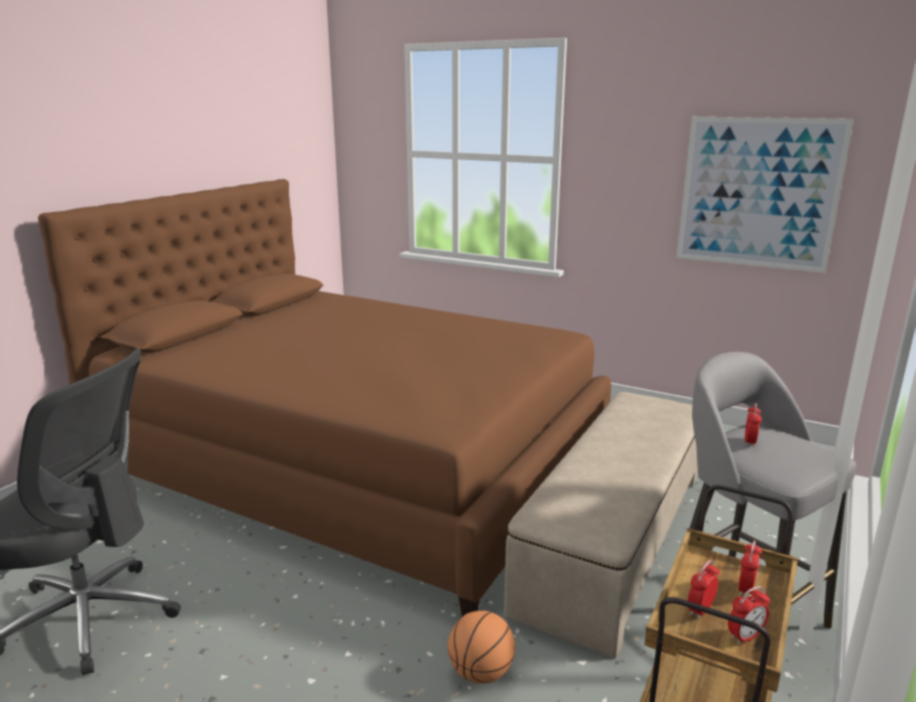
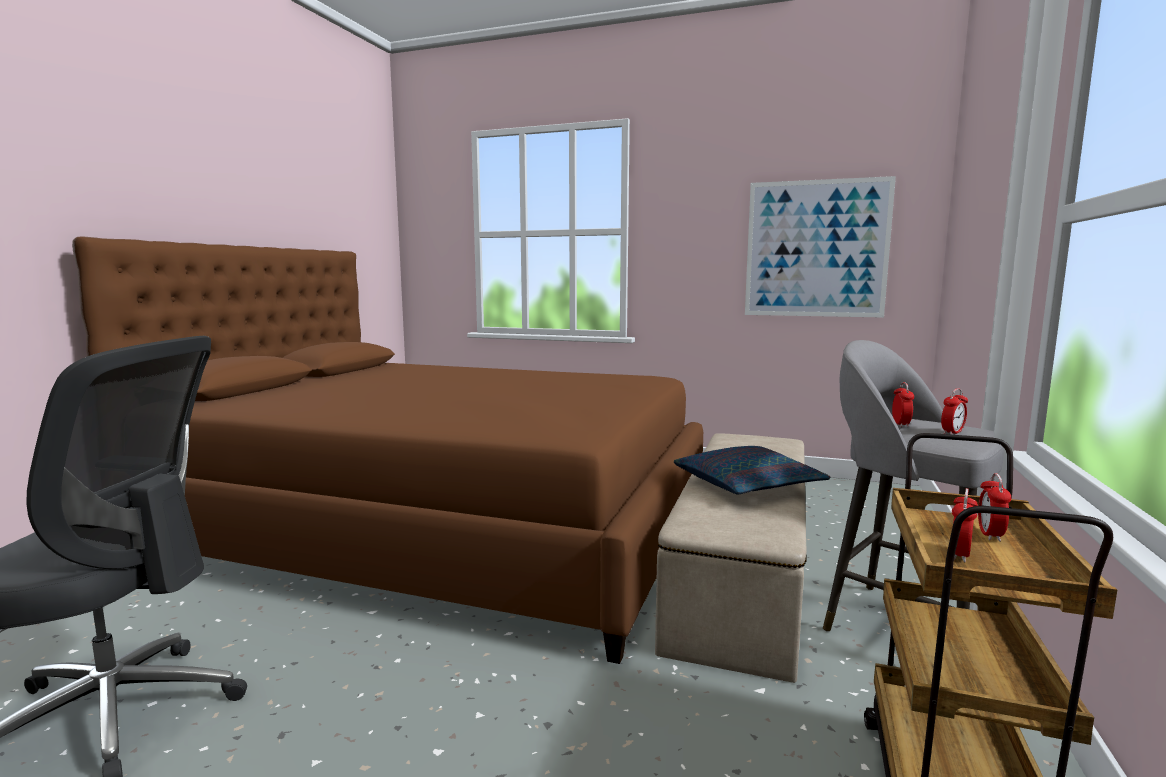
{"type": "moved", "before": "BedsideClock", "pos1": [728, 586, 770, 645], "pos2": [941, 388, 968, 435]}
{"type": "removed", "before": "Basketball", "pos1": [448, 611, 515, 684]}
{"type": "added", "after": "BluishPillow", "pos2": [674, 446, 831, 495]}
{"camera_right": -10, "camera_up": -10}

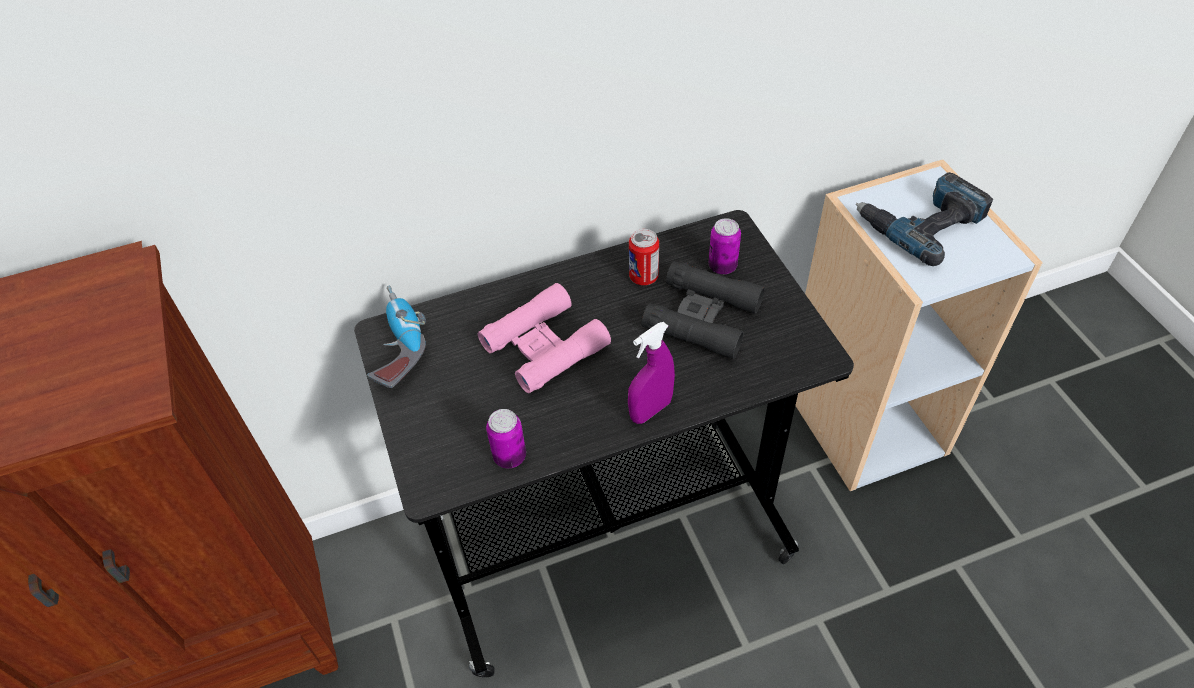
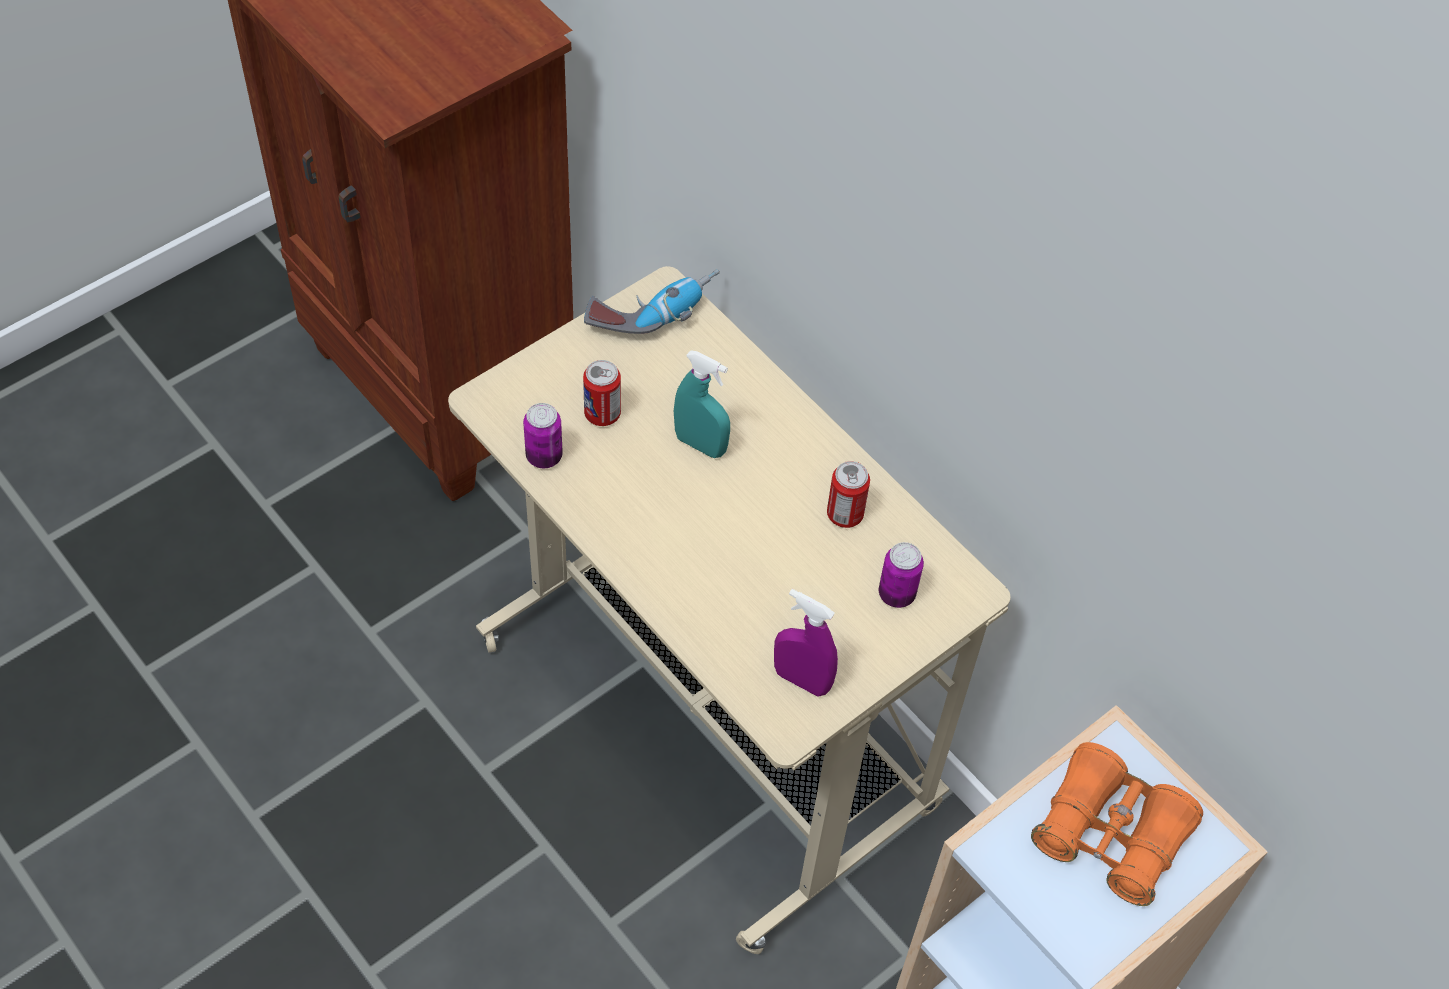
{"type": "replaced", "before": "ElectricDrill", "after": "OrangeFieldGlasses", "pos1": [856, 172, 993, 266], "pos2": [1031, 742, 1203, 906]}
{"type": "recoloured", "before": "BlackColouredDeskUnit", "after": "BeigeColouredDeskUnit", "pos1": [354, 210, 854, 677], "pos2": [448, 266, 1010, 954]}
{"type": "removed", "before": "BlackColouredFieldGlasses", "pos1": [642, 261, 765, 359]}
{"type": "replaced", "before": "PinkColouredFieldGlasses", "after": "TurquoiseColouredHandSprayer", "pos1": [478, 283, 611, 393], "pos2": [674, 350, 730, 458]}
{"type": "moved", "before": "PurpleHandSprayer", "pos1": [628, 322, 675, 424], "pos2": [774, 589, 838, 696]}
{"type": "added", "after": "SealedCan", "pos2": [583, 360, 621, 426]}
{"camera_right": 65, "camera_up": 5}

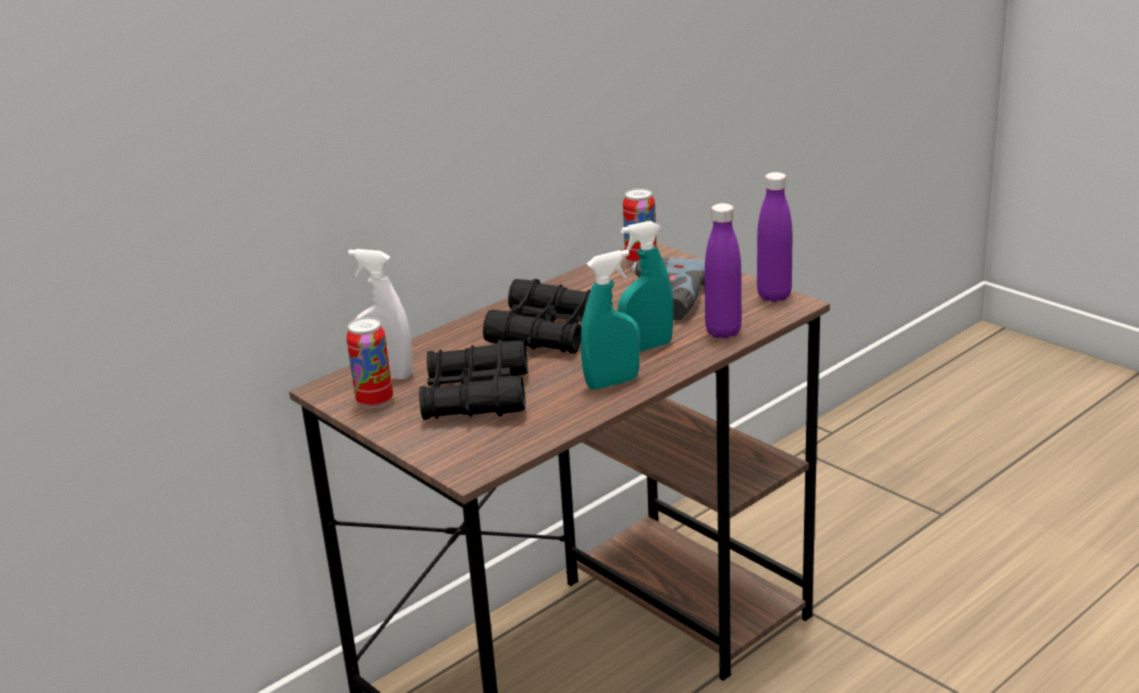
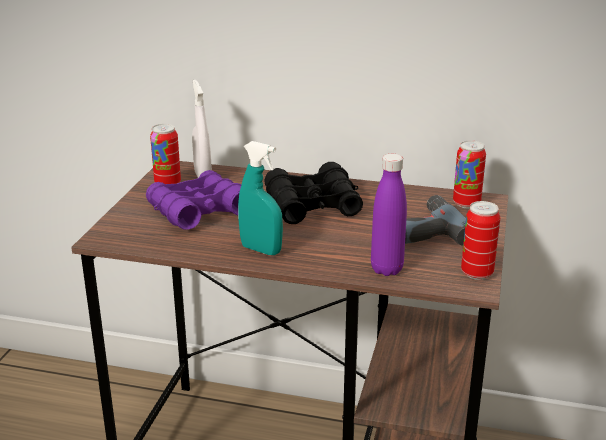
{"type": "replaced", "before": "PurpleBeverageBottle", "after": "SealedCan", "pos1": [757, 172, 793, 302], "pos2": [461, 201, 500, 280]}
{"type": "removed", "before": "TurquoiseColouredHandSprayer", "pos1": [618, 221, 673, 351]}
{"type": "recoloured", "before": "BlackColouredFieldGlasses", "after": "PurpleFieldGlasses", "pos1": [419, 340, 528, 420], "pos2": [146, 170, 241, 230]}
{"camera_right": 55, "camera_up": 0}

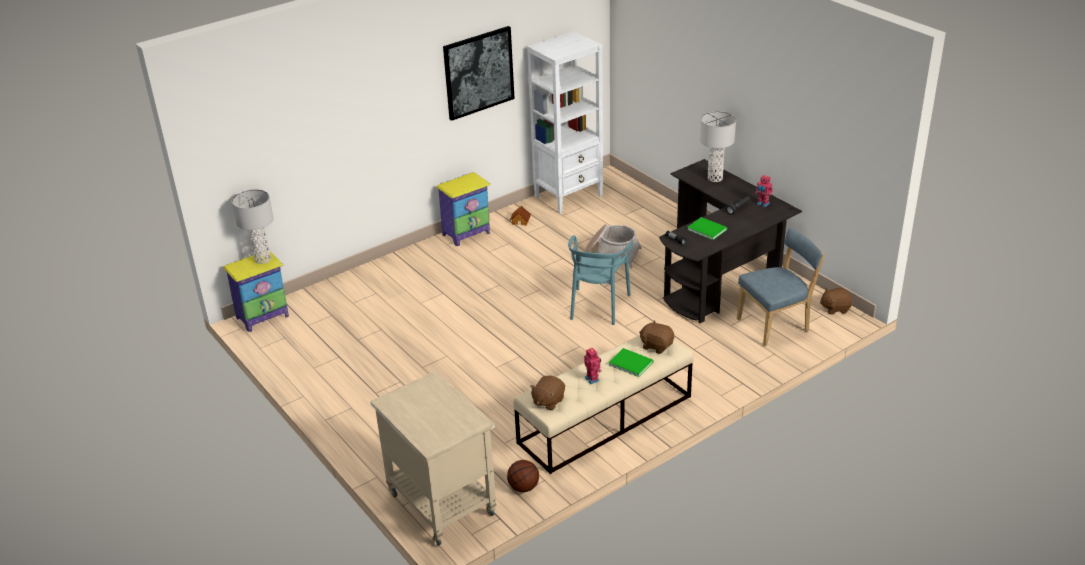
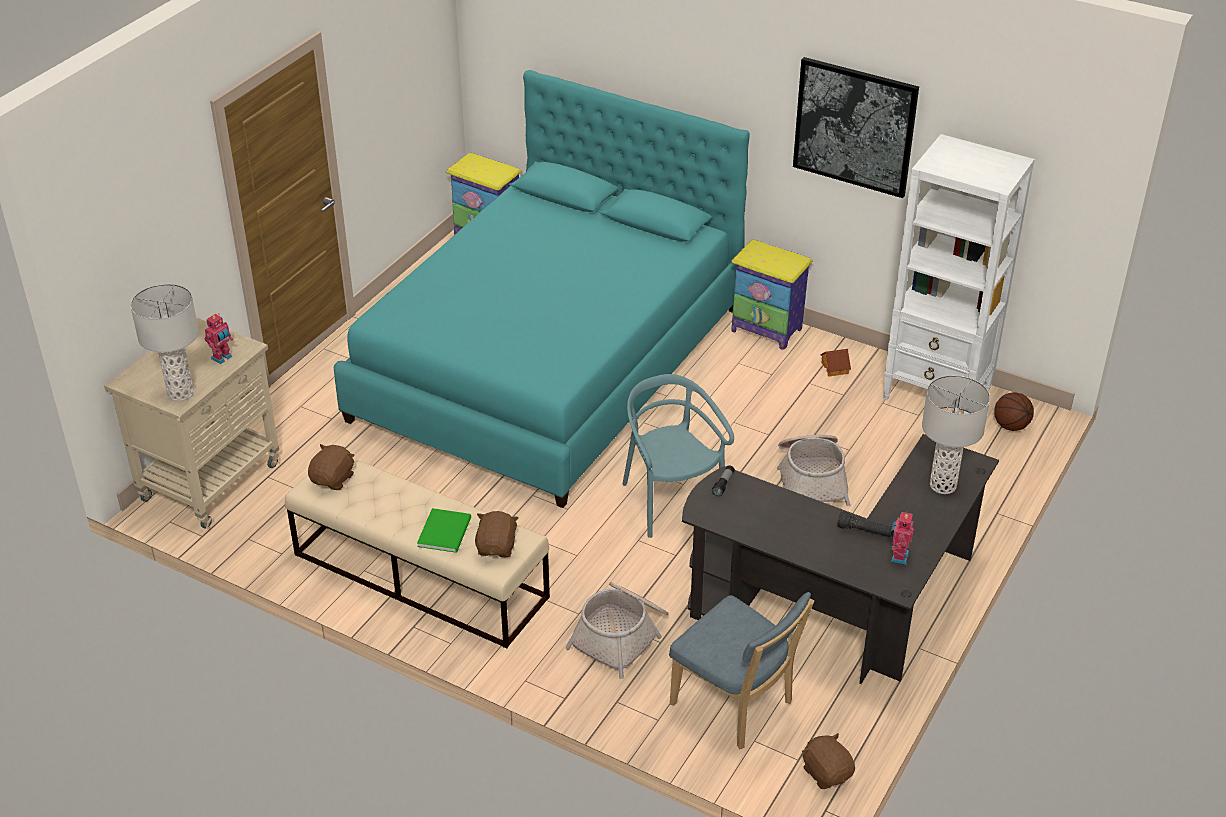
{"type": "moved", "before": "WhiteColouredLampForATable", "pos1": [232, 189, 274, 264], "pos2": [130, 284, 199, 401]}
{"type": "removed", "before": "GreenishVolume", "pos1": [687, 217, 728, 240]}
{"type": "turned", "before": "TurquoiseColouredUprightChair", "pos1": [568, 235, 633, 325], "pos2": [623, 374, 734, 538], "turn": 75}
{"type": "moved", "before": "ModelRobot", "pos1": [584, 347, 602, 384], "pos2": [205, 314, 233, 364]}
{"type": "turned", "before": "BrownishCuddlyToy", "pos1": [530, 376, 565, 410], "pos2": [308, 444, 355, 490], "turn": 105}
{"type": "moved", "before": "Basketball", "pos1": [507, 460, 539, 492], "pos2": [994, 392, 1034, 431]}
{"type": "added", "after": "TurquoiseColouredSleepingBed", "pos2": [334, 70, 750, 508]}
{"type": "added", "after": "StorageBasket", "pos2": [566, 582, 669, 679]}
{"camera_right": 65, "camera_up": 5}

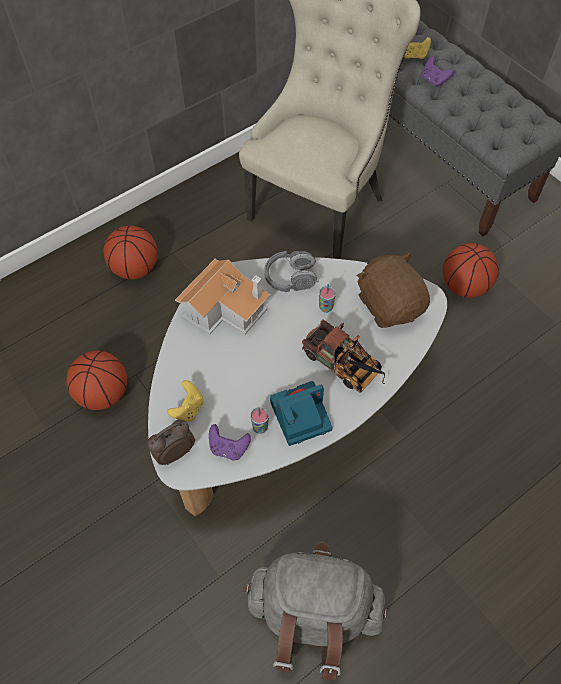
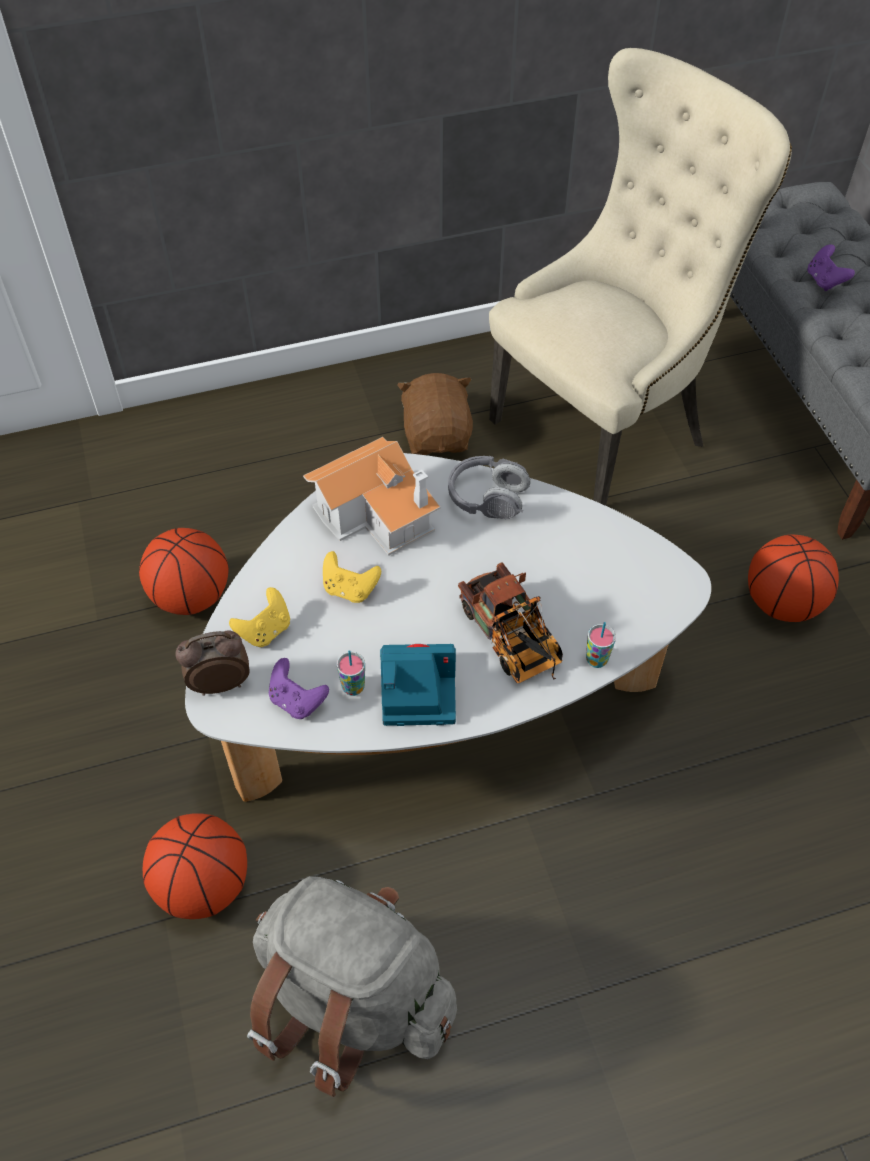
{"type": "moved", "before": "YellowishJoypad", "pos1": [404, 37, 431, 59], "pos2": [323, 551, 381, 603]}
{"type": "moved", "before": "Basketball", "pos1": [103, 226, 158, 280], "pos2": [143, 813, 247, 919]}
{"type": "moved", "before": "BrownishCuddlyToy", "pos1": [357, 252, 430, 328], "pos2": [397, 373, 473, 455]}
{"type": "moved", "before": "DrinkingCup", "pos1": [319, 284, 336, 313], "pos2": [586, 622, 616, 668]}
{"camera_right": 20, "camera_up": -5}

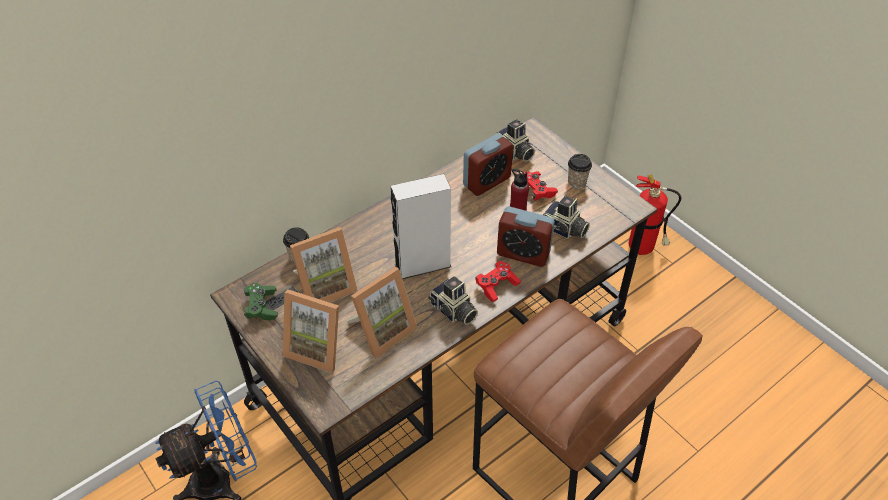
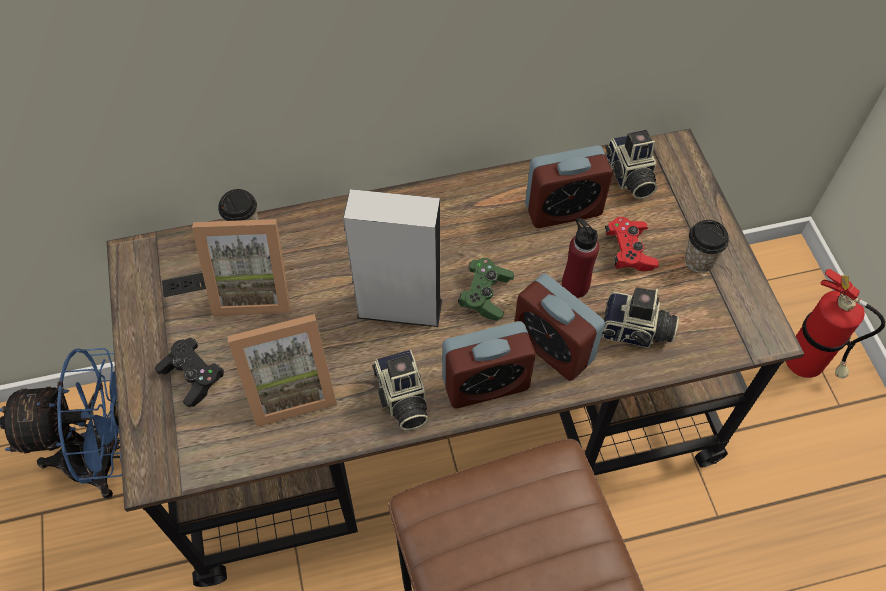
{"type": "turned", "before": "StillCamera", "pos1": [543, 196, 590, 239], "pos2": [602, 288, 679, 348], "turn": -45}
{"type": "replaced", "before": "RedJoypad", "after": "BedsideClock", "pos1": [475, 261, 521, 302], "pos2": [442, 321, 536, 409]}
{"type": "moved", "before": "GreenishJoypad", "pos1": [244, 283, 278, 320], "pos2": [458, 258, 514, 321]}
{"type": "replaced", "before": "StandingFrame", "after": "BlackColouredJoypad", "pos1": [283, 289, 339, 373], "pos2": [154, 338, 224, 407]}
{"camera_right": 25, "camera_up": 10}

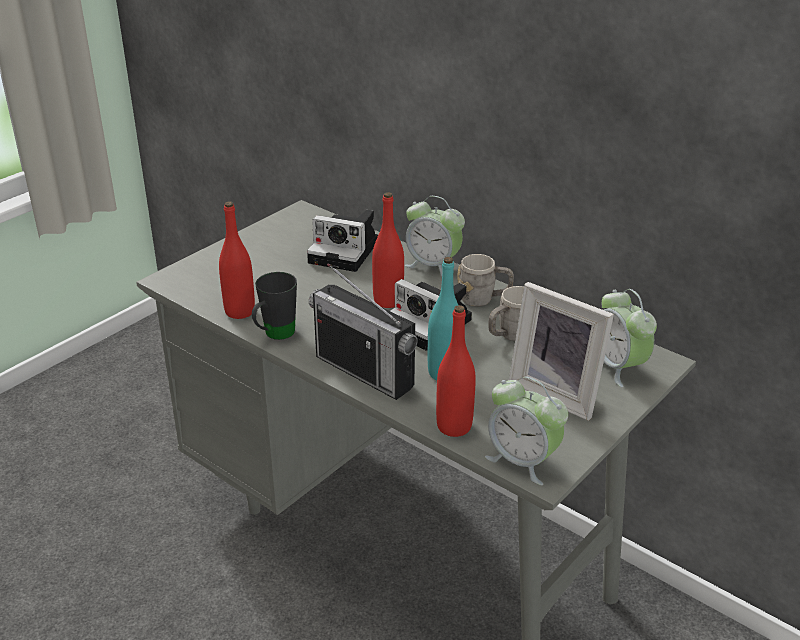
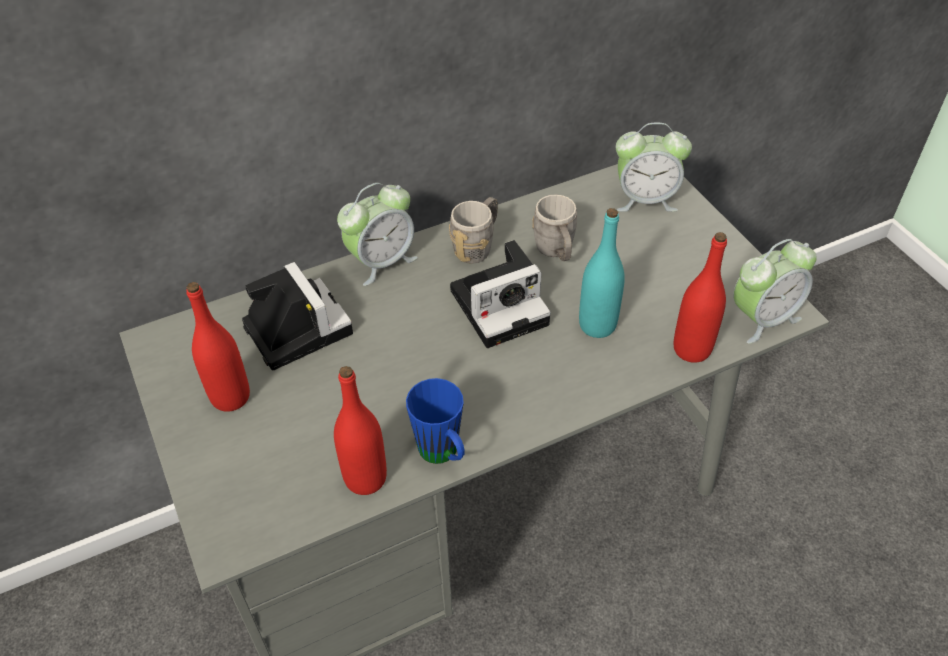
{"type": "moved", "before": "RedBeverageBottle", "pos1": [372, 192, 404, 308], "pos2": [186, 282, 250, 412]}
{"type": "turned", "before": "StillCamera", "pos1": [307, 210, 378, 272], "pos2": [242, 262, 353, 370], "turn": -75}
{"type": "removed", "before": "Radio", "pos1": [309, 263, 418, 400]}
{"type": "recoloured", "before": "BlackColouredCoffeeMug", "after": "BluishCoffeeMug", "pos1": [252, 272, 297, 340], "pos2": [406, 378, 465, 464]}
{"type": "removed", "before": "StandingFrame", "pos1": [509, 282, 614, 421]}
{"camera_right": -65, "camera_up": 15}

